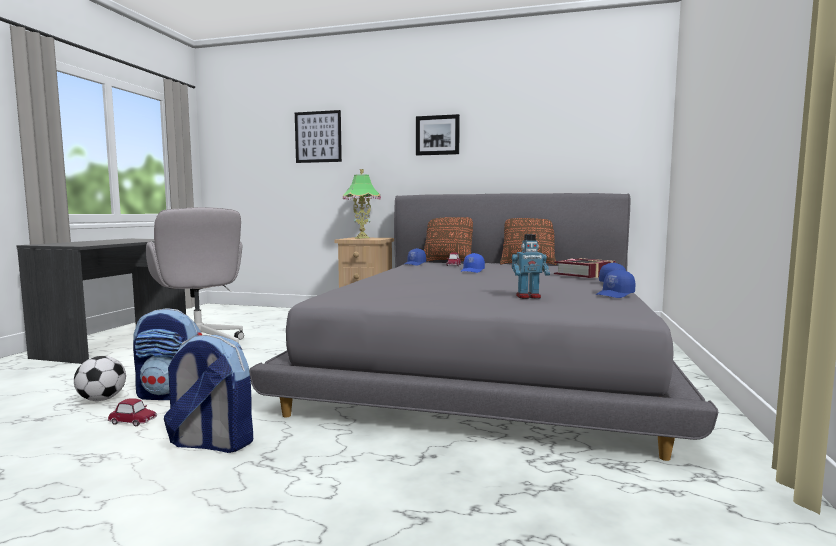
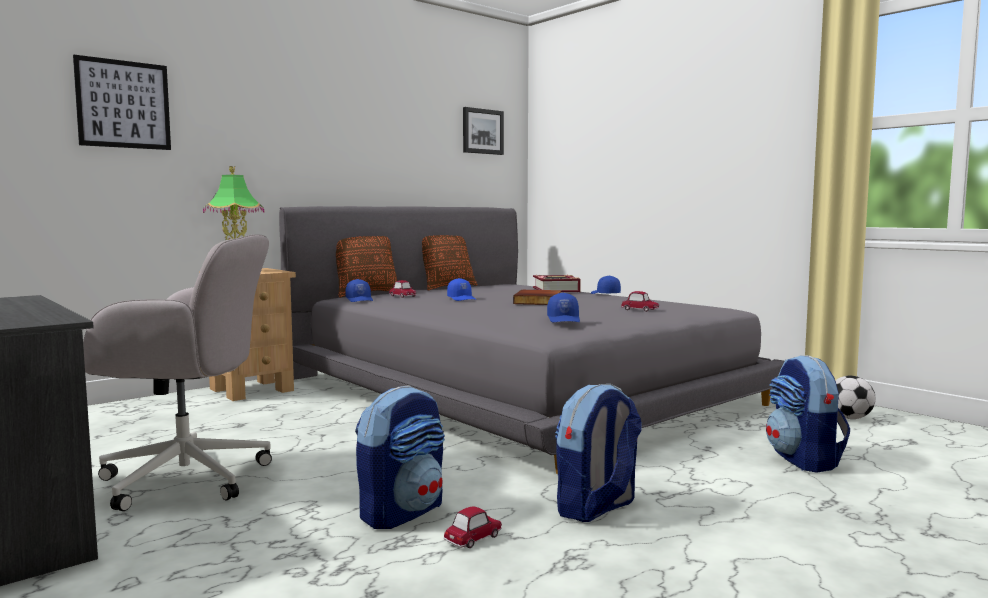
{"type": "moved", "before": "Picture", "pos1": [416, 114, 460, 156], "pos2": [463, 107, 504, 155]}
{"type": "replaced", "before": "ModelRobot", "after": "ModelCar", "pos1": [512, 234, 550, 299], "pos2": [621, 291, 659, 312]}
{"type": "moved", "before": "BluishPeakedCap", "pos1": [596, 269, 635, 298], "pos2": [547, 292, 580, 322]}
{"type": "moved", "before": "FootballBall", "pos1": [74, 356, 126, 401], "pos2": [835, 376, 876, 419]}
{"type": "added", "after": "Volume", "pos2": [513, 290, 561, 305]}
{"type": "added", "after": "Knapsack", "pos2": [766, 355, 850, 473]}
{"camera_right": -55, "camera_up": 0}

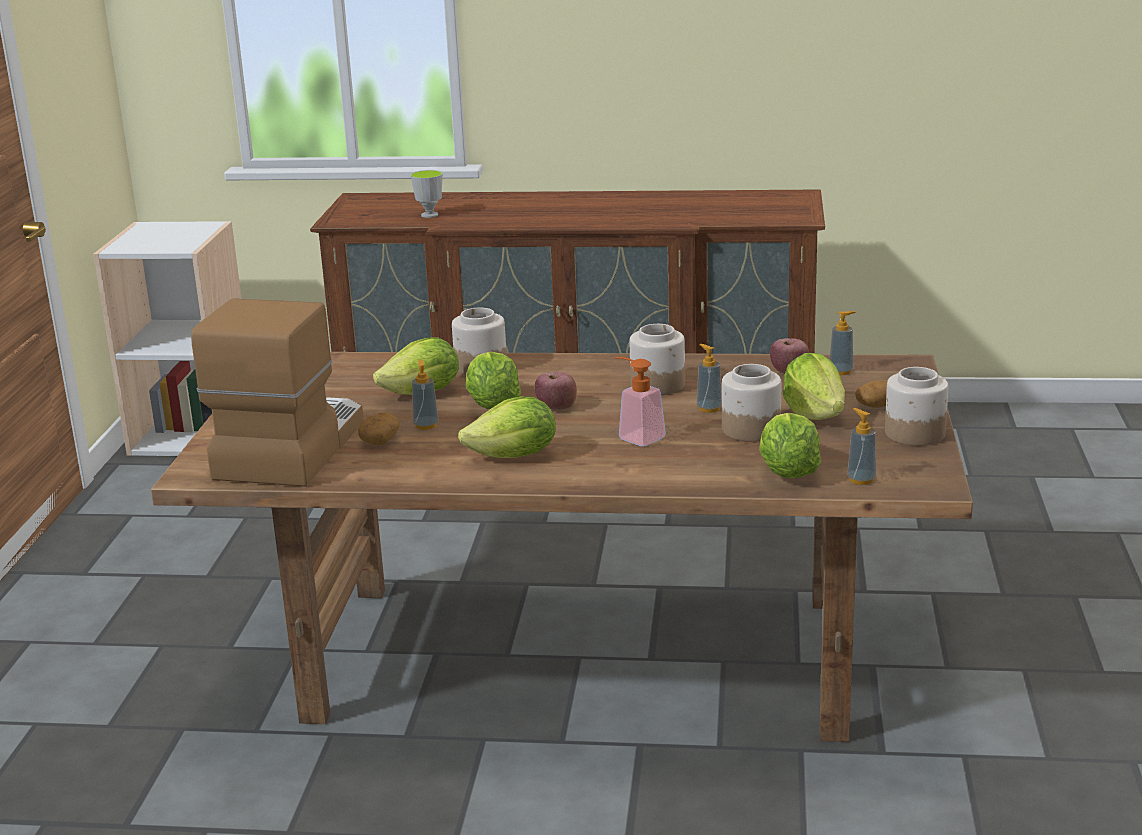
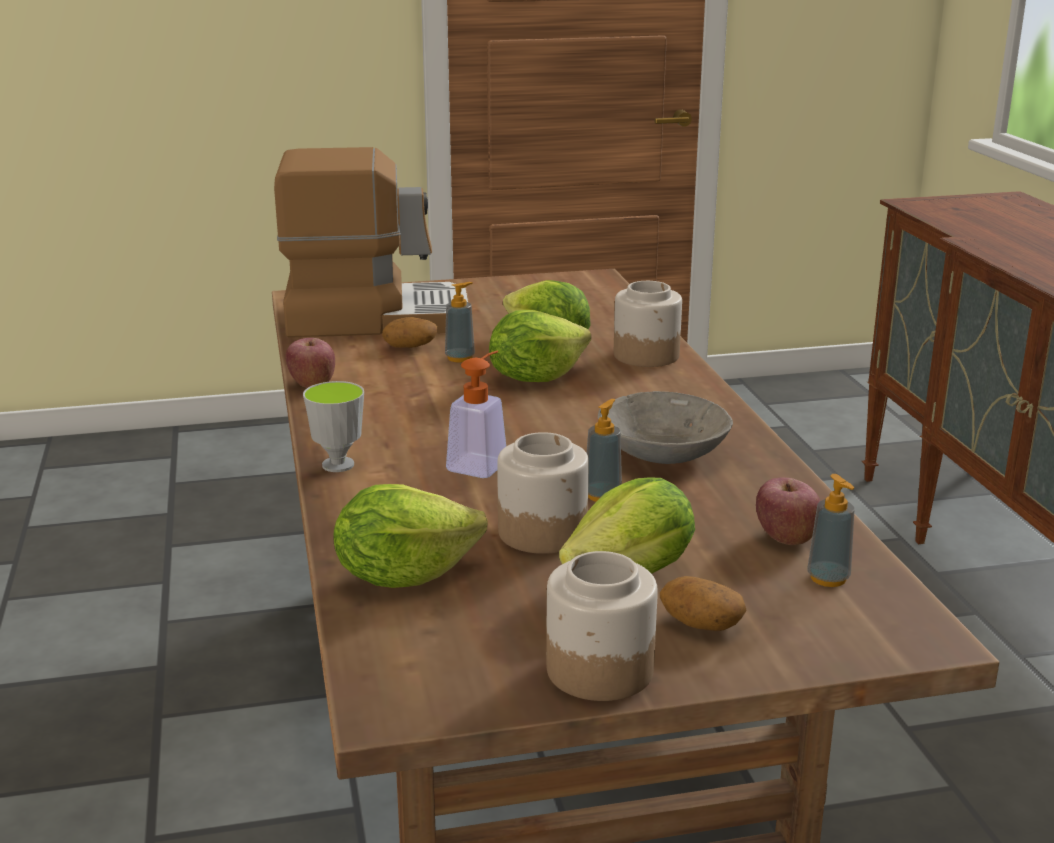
{"type": "moved", "before": "DrinkingCup", "pos1": [411, 170, 443, 218], "pos2": [303, 381, 364, 472]}
{"type": "removed", "before": "ShelvingUnit", "pos1": [93, 221, 242, 456]}
{"type": "replaced", "before": "StorageJar", "after": "GreyishBowl", "pos1": [630, 324, 685, 395], "pos2": [598, 391, 733, 464]}
{"type": "moved", "before": "Apple", "pos1": [535, 372, 577, 410], "pos2": [286, 338, 335, 388]}
{"type": "removed", "before": "Lettuce", "pos1": [458, 396, 556, 458]}
{"type": "removed", "before": "LiquidSoapBottle", "pos1": [847, 408, 876, 485]}
{"camera_right": 70, "camera_up": 0}

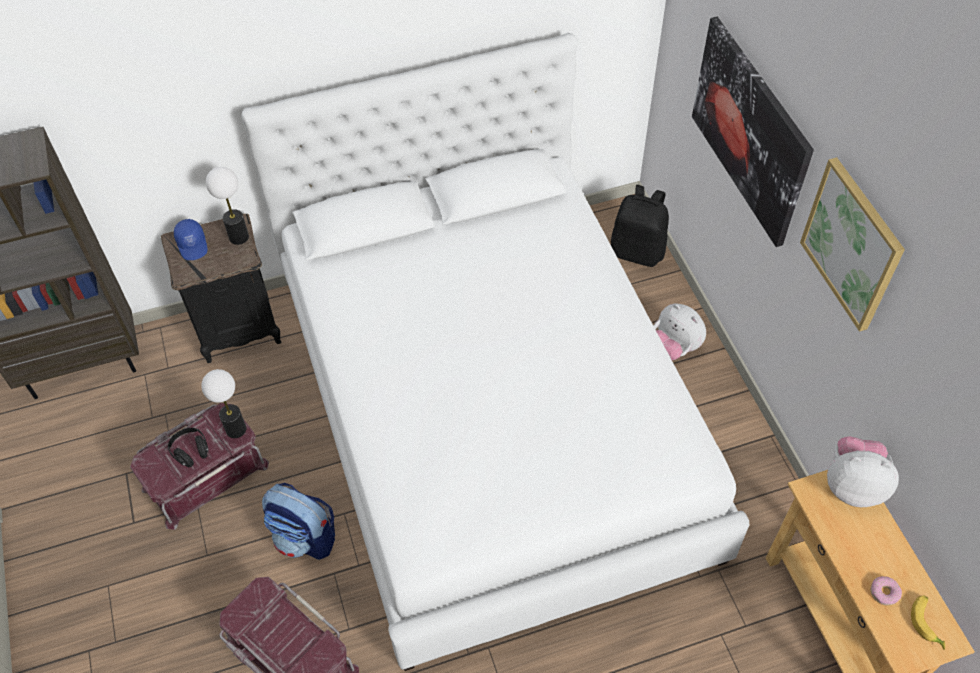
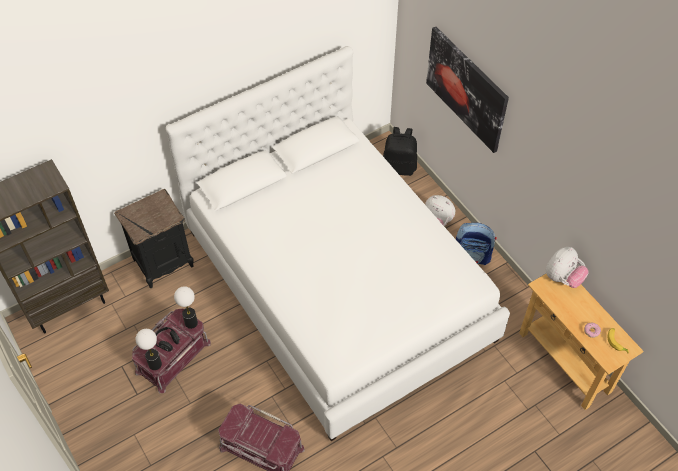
{"type": "removed", "before": "Picture", "pos1": [800, 157, 905, 332]}
{"type": "moved", "before": "LampForATable", "pos1": [206, 167, 249, 245], "pos2": [136, 329, 162, 370]}
{"type": "removed", "before": "BluishPeakedCap", "pos1": [174, 219, 207, 260]}
{"type": "turned", "before": "CuddlyToy", "pos1": [827, 436, 899, 507], "pos2": [545, 247, 589, 288], "turn": 135}
{"type": "moved", "before": "Knapsack", "pos1": [262, 483, 335, 560], "pos2": [456, 223, 497, 265]}
{"camera_right": -15, "camera_up": 0}

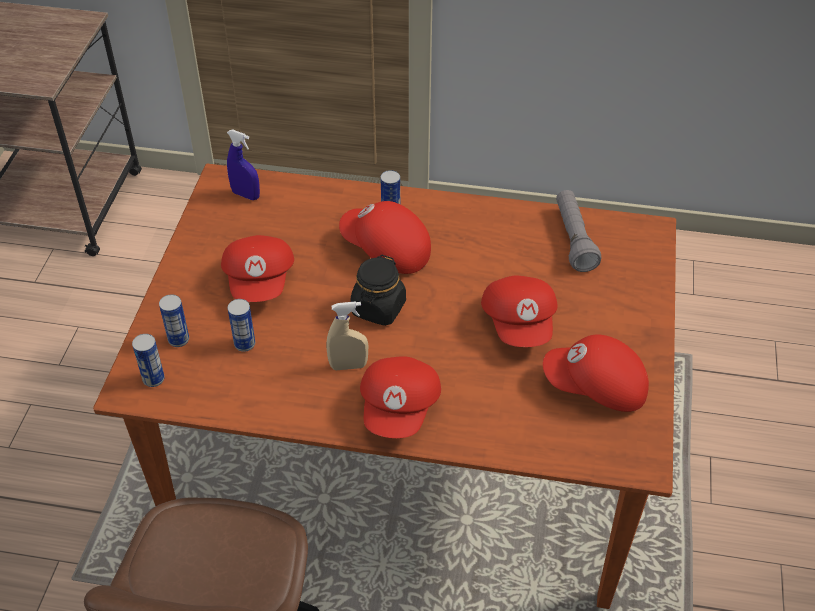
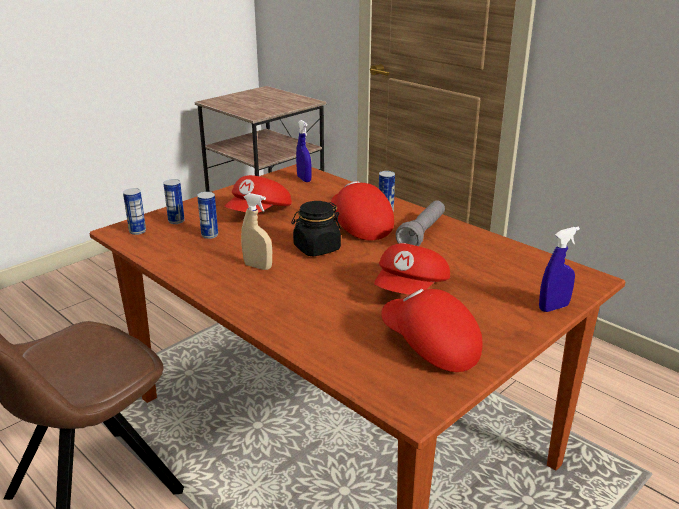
{"type": "moved", "before": "GreyishFlashlight", "pos1": [556, 190, 601, 272], "pos2": [396, 201, 445, 246]}
{"type": "removed", "before": "RedPeakedCap", "pos1": [360, 356, 441, 438]}
{"type": "added", "after": "BluishHandSprayer", "pos2": [539, 227, 580, 312]}
{"camera_right": 35, "camera_up": -20}

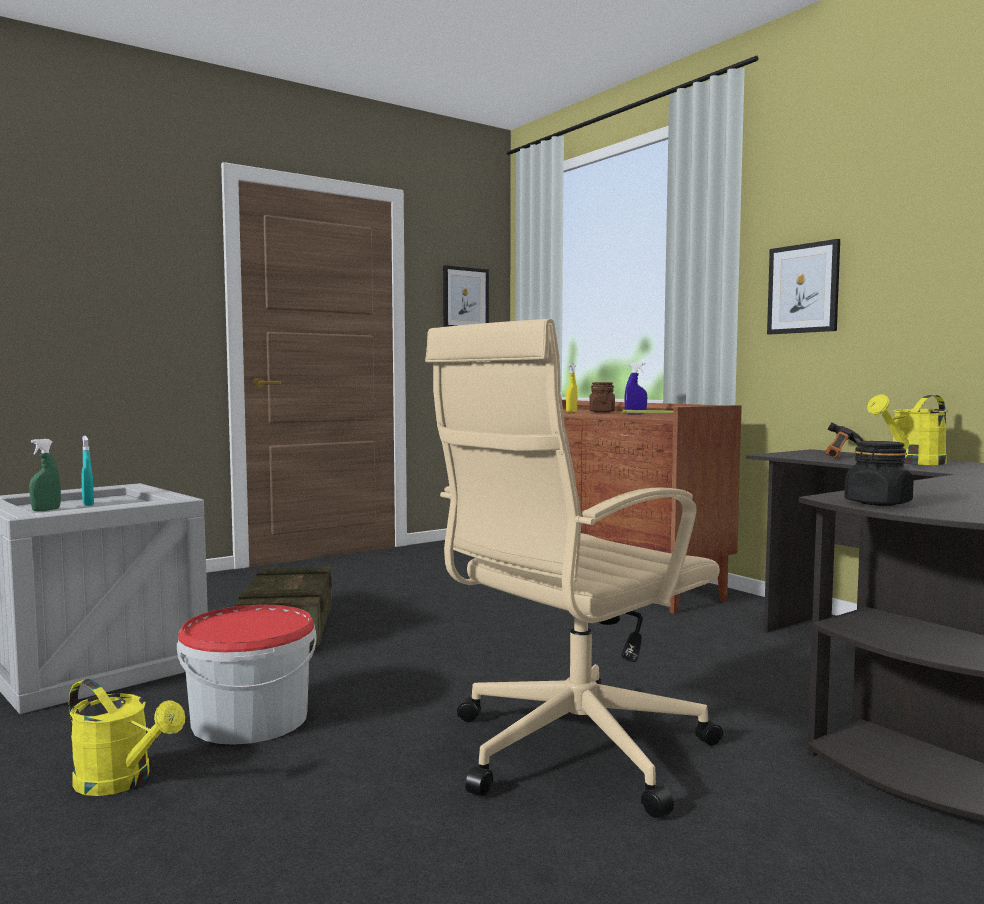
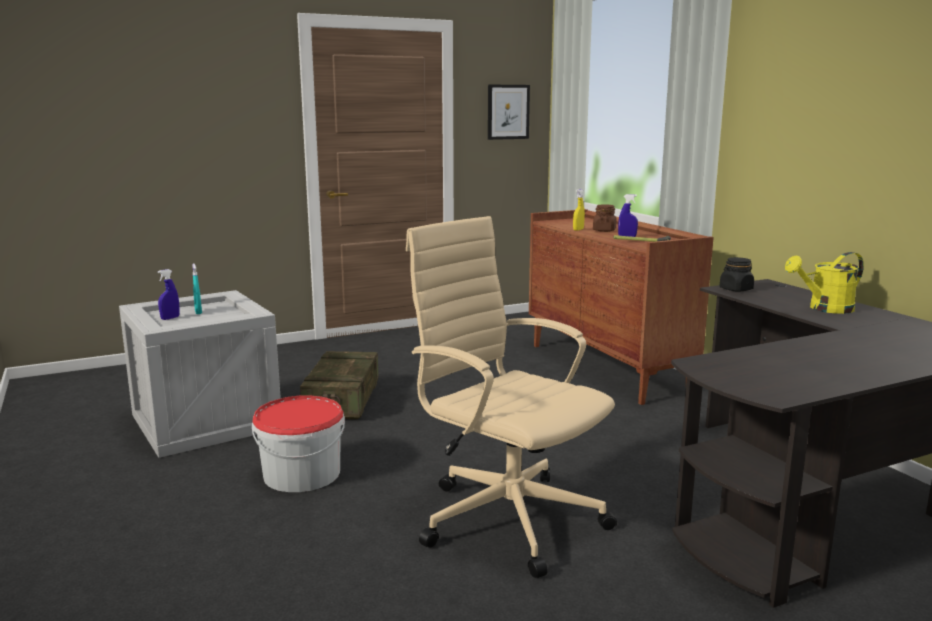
{"type": "removed", "before": "Picture", "pos1": [767, 239, 840, 334]}
{"type": "turned", "before": "BeigeColouredComputerChair", "pos1": [425, 319, 723, 818], "pos2": [406, 216, 617, 578], "turn": 75}
{"type": "removed", "before": "Hammer", "pos1": [825, 423, 864, 458]}
{"type": "recoloured", "before": "GreenishHandSprayer", "after": "BluishHandSprayer", "pos1": [29, 439, 61, 512], "pos2": [157, 269, 180, 320]}
{"type": "moved", "before": "BlackColouredStorageJar", "pos1": [844, 441, 914, 506], "pos2": [720, 257, 754, 292]}
{"type": "removed", "before": "YellowishWateringPot", "pos1": [69, 679, 185, 796]}
{"camera_right": 10, "camera_up": 10}

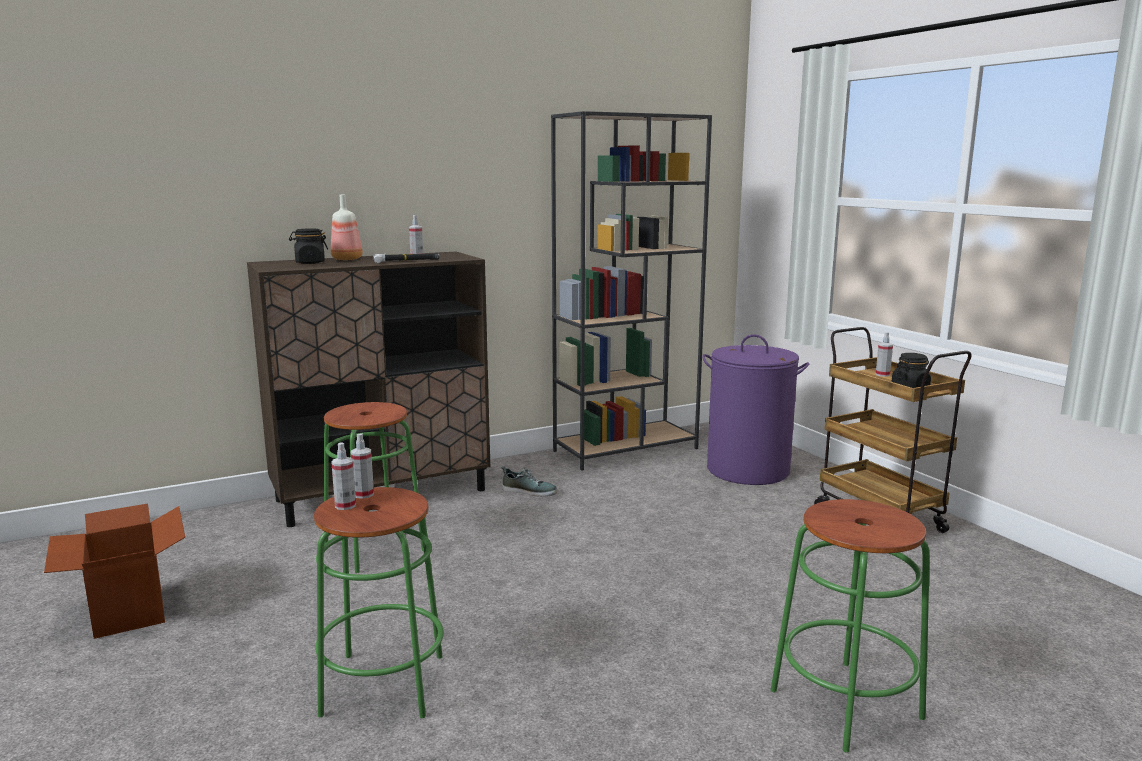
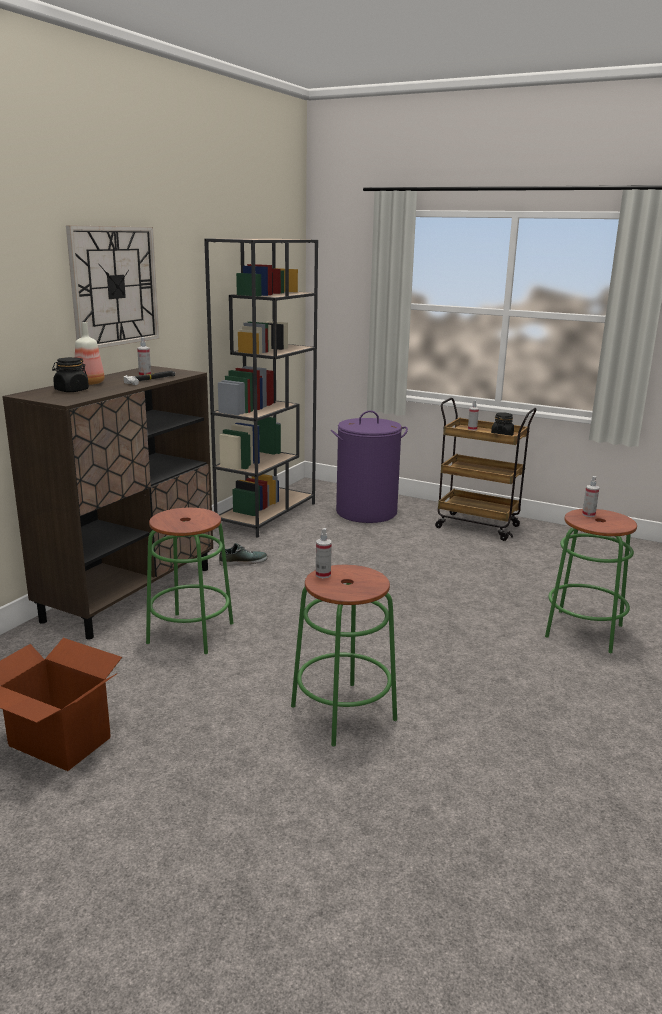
{"type": "moved", "before": "HandSprayer", "pos1": [331, 442, 356, 510], "pos2": [582, 476, 599, 517]}
{"type": "added", "after": "ClockOnTheWall", "pos2": [66, 225, 159, 349]}
{"camera_right": -35, "camera_up": 5}

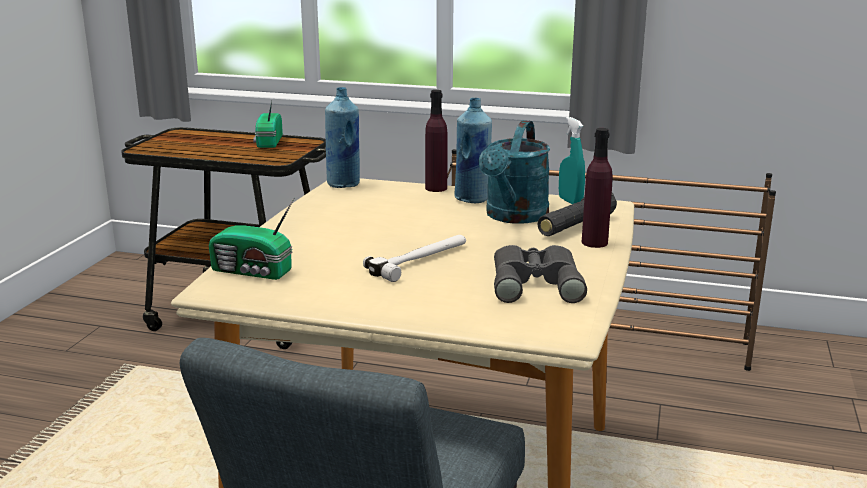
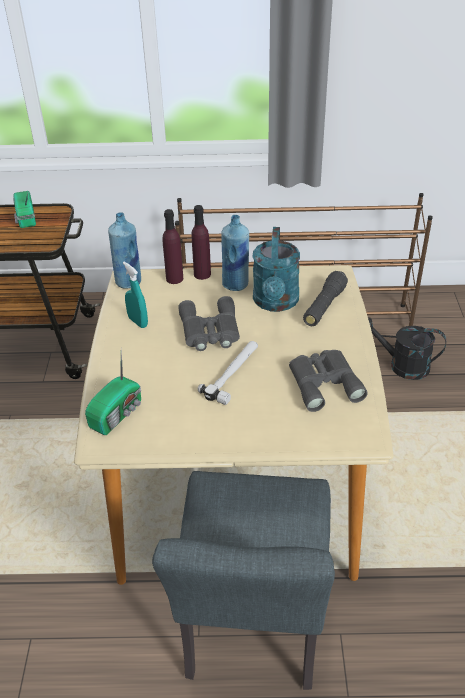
{"type": "moved", "before": "TurquoiseColouredHandSprayer", "pos1": [559, 117, 585, 204], "pos2": [123, 262, 148, 328]}
{"type": "moved", "before": "PurpleBeverageBottle", "pos1": [582, 128, 613, 248], "pos2": [162, 209, 183, 284]}
{"type": "turned", "before": "Radio", "pos1": [209, 197, 295, 280], "pos2": [85, 348, 141, 435], "turn": -60}
{"type": "added", "after": "GreyishFieldGlasses", "pos2": [178, 296, 240, 351]}
{"type": "added", "after": "BlackColouredWateringPot", "pos2": [368, 317, 446, 380]}
{"camera_right": -15, "camera_up": 20}

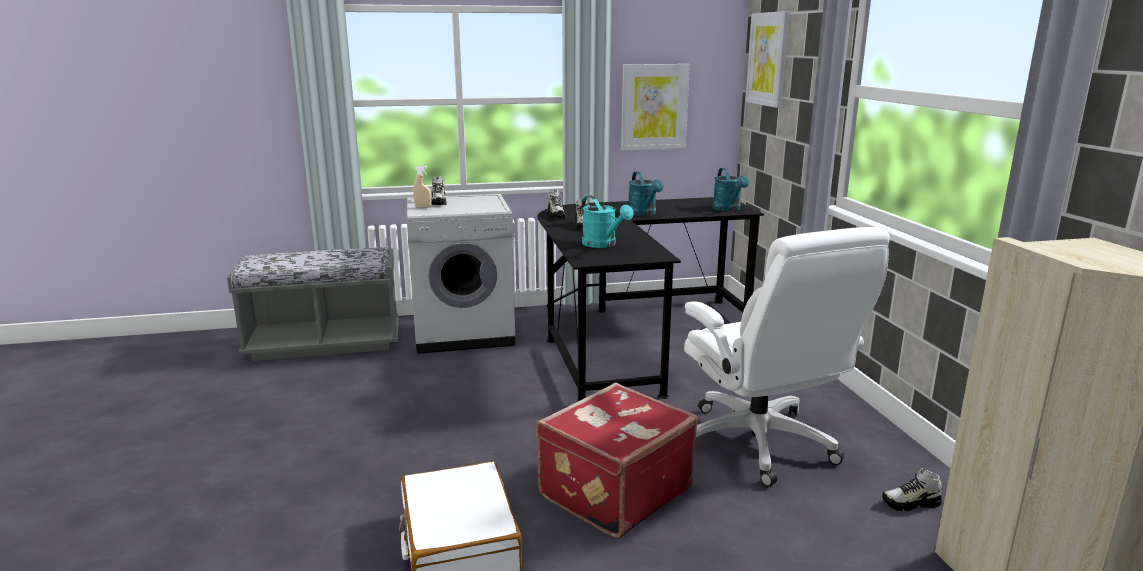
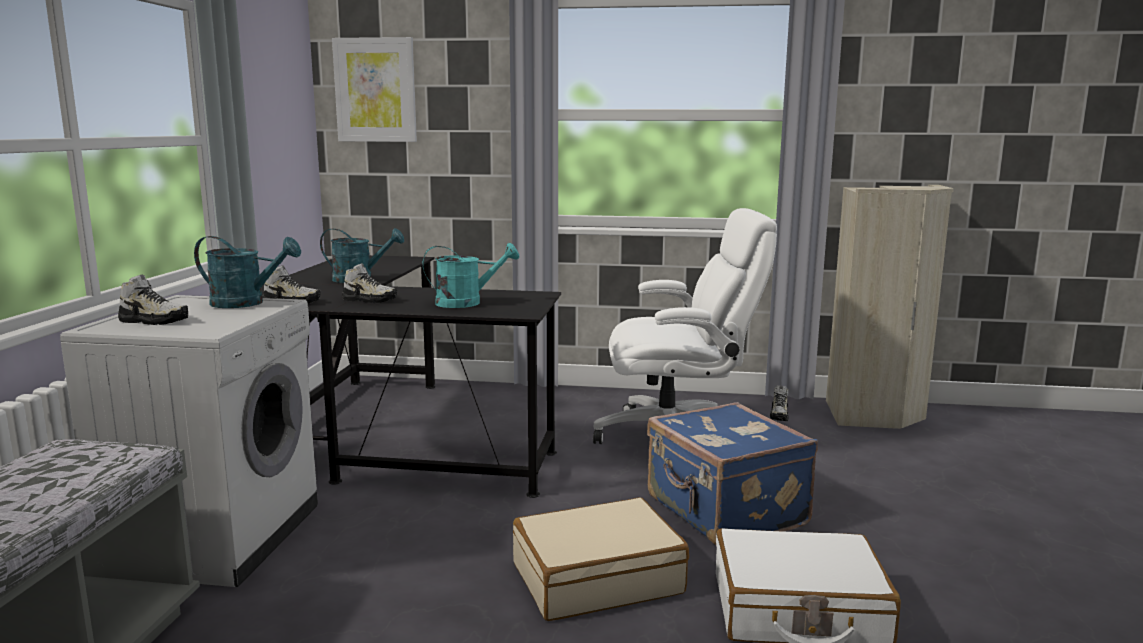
{"type": "removed", "before": "Picture", "pos1": [621, 64, 690, 150]}
{"type": "removed", "before": "BeigeColouredHandSprayer", "pos1": [413, 166, 432, 208]}
{"type": "moved", "before": "TurquoiseColouredWateringPot", "pos1": [713, 168, 750, 211], "pos2": [194, 236, 301, 308]}
{"type": "recoloured", "before": "RedPieceOfLuggage", "after": "BluishPieceOfLuggage", "pos1": [536, 383, 698, 539], "pos2": [647, 402, 818, 545]}
{"type": "added", "after": "BeigeColouredPieceOfLuggage", "pos2": [513, 497, 689, 621]}
{"camera_right": -70, "camera_up": -5}

